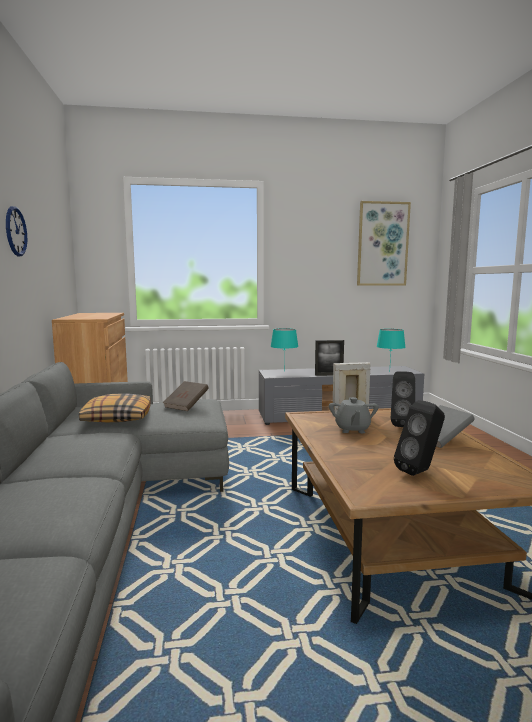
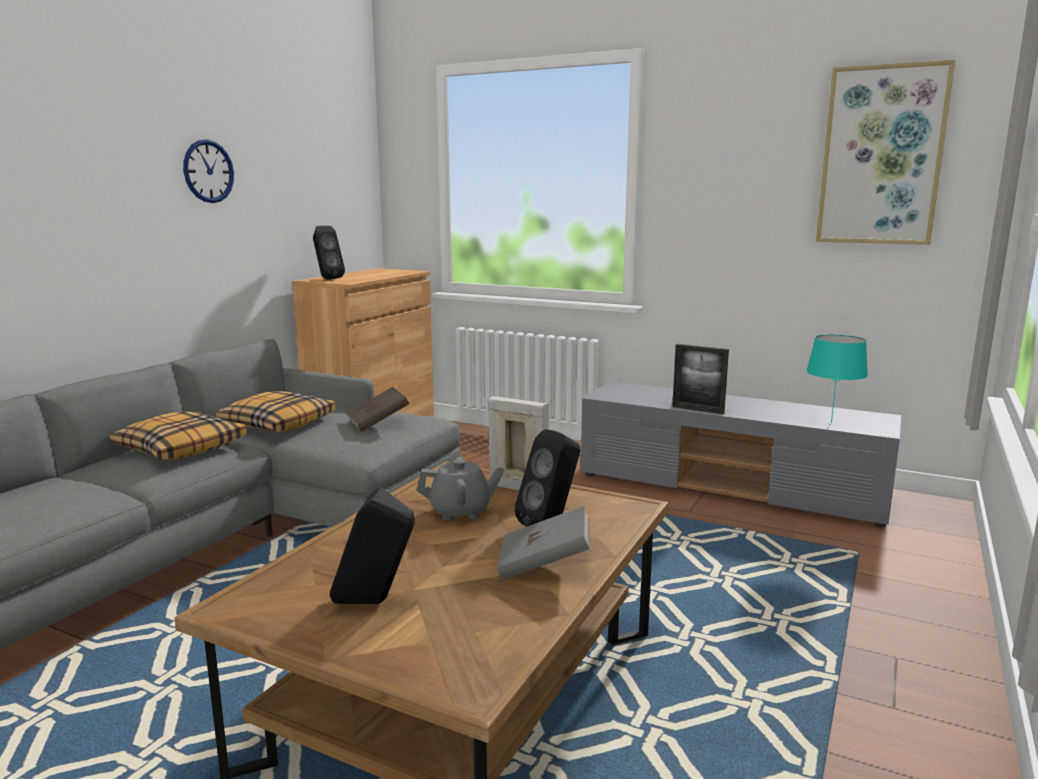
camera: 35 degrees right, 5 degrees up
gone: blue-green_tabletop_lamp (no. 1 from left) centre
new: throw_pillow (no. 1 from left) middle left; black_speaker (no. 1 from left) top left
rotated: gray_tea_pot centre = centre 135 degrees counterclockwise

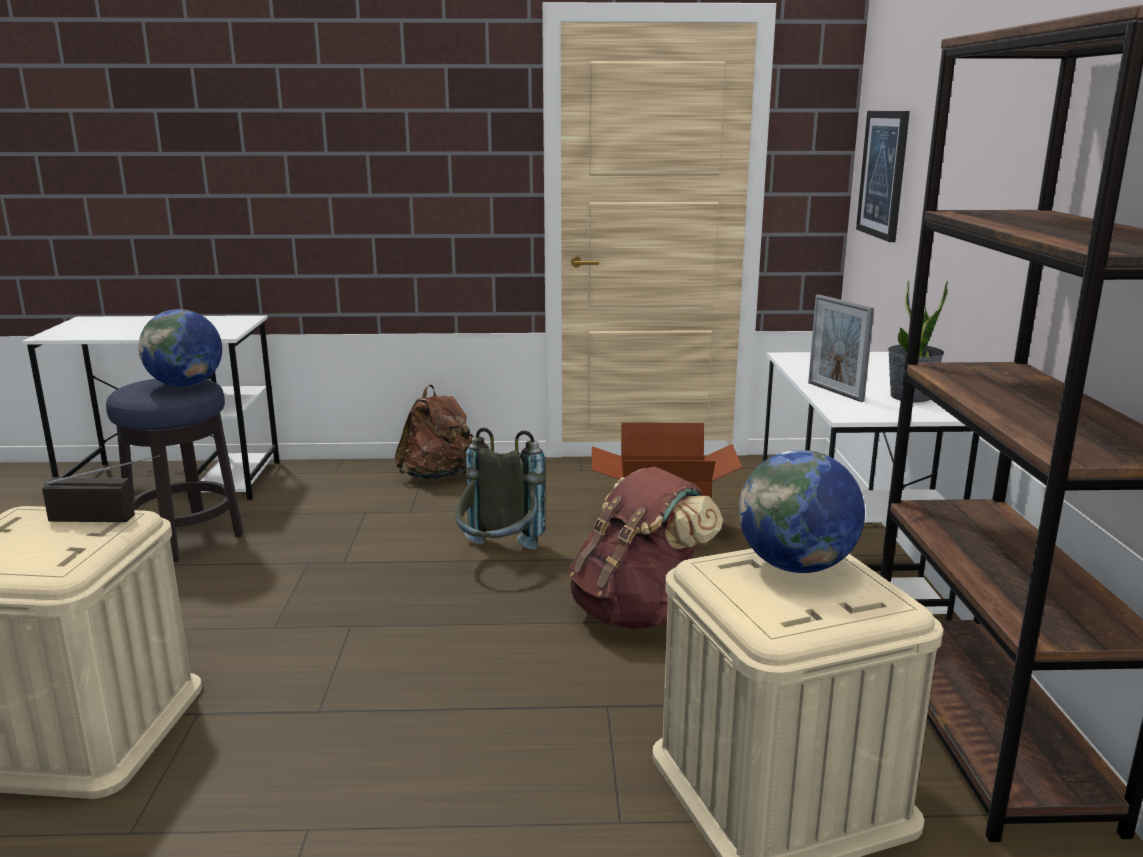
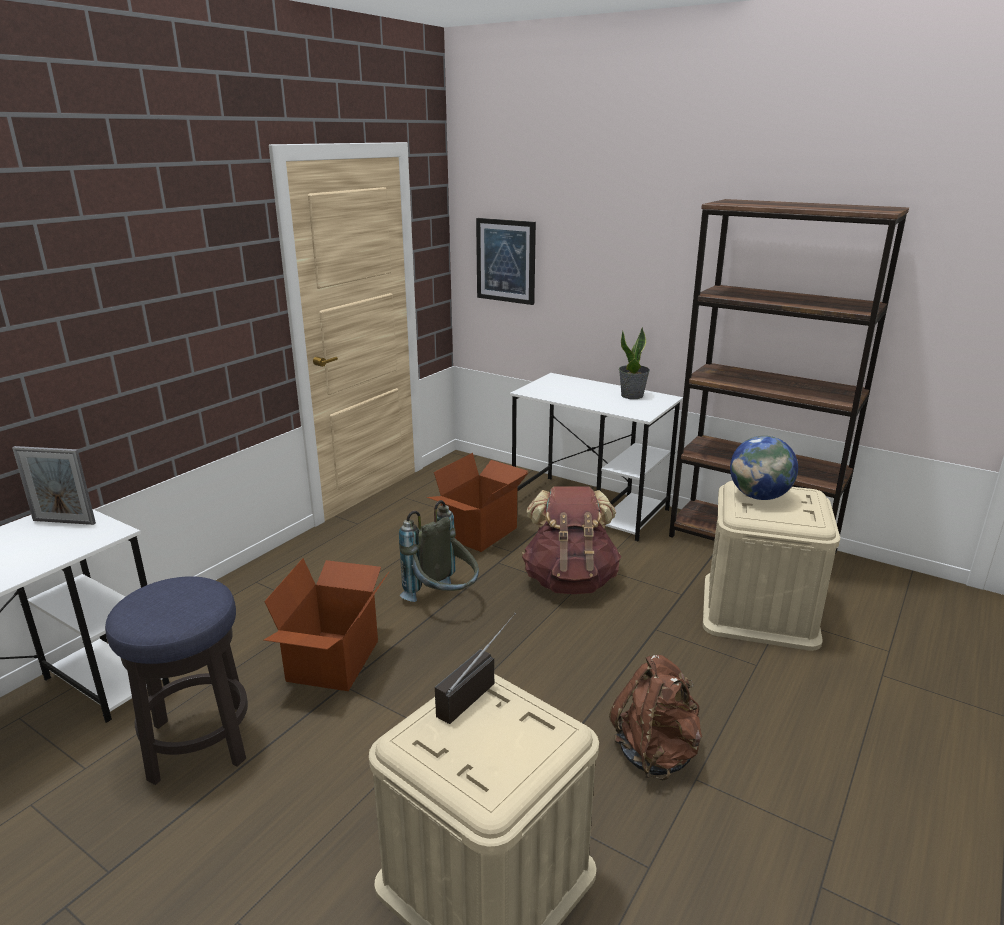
camera: 55 degrees left, 5 degrees up
gone: globe (no. 1 from left) middle left
new: carton (no. 1 from left) bottom left
shifted: brown-coloured_knapsack (no. 1 from left in the first image) centre to brown-coloured_knapsack (no. 2 from left) bottom centre; standing_frame middle right to middle left

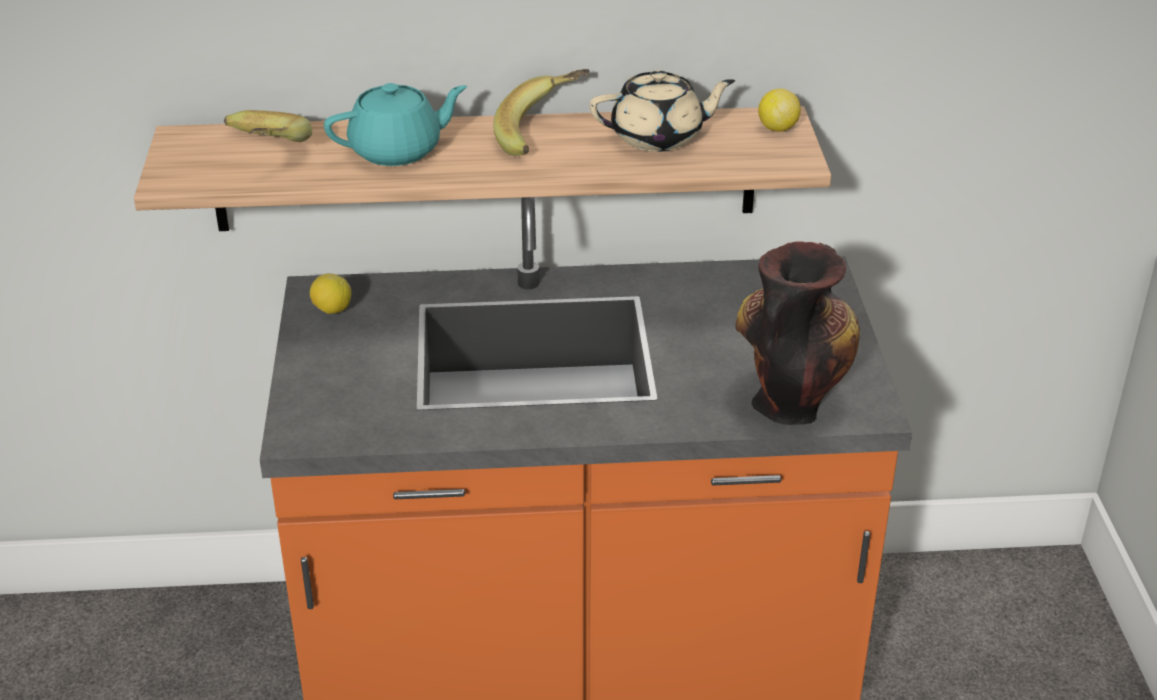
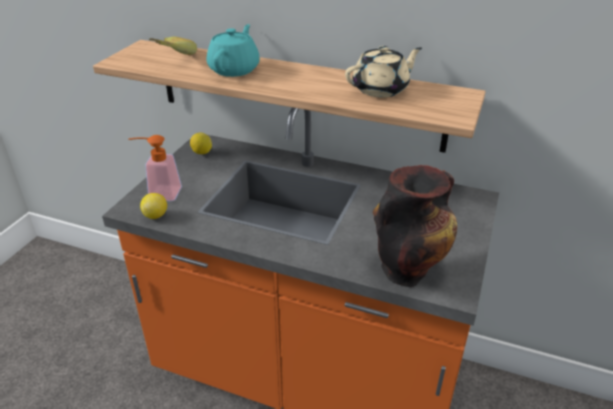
camera: 25 degrees right, 0 degrees up
gone: whole_banana (no. 2 from left) top centre
new: liquid_soap_bottle middle left
shifted: lemon (no. 2 from left in the first image) top right to lemon (no. 1 from left) middle left
rotated: blue-green_tea_pot top centre = top centre 75 degrees counterclockwise; beige-coloured_tea_pot top centre = top centre 45 degrees counterclockwise

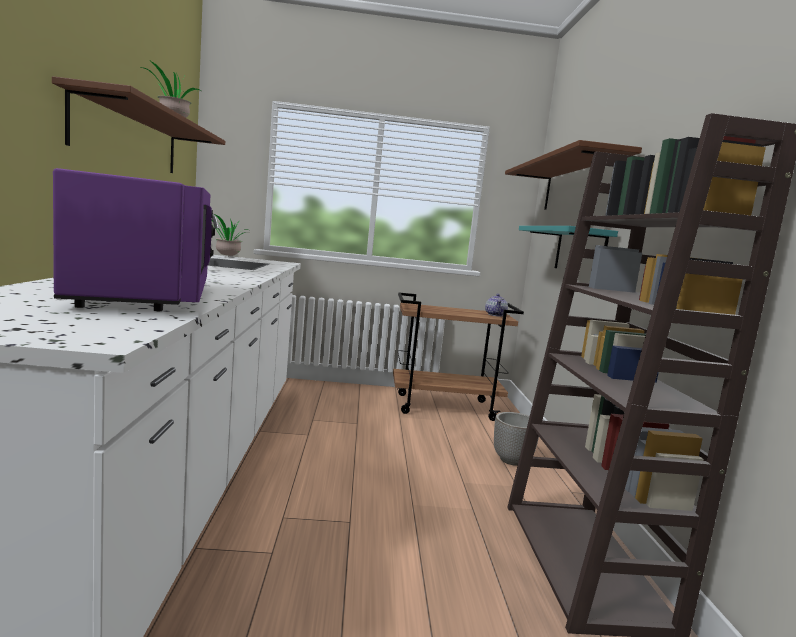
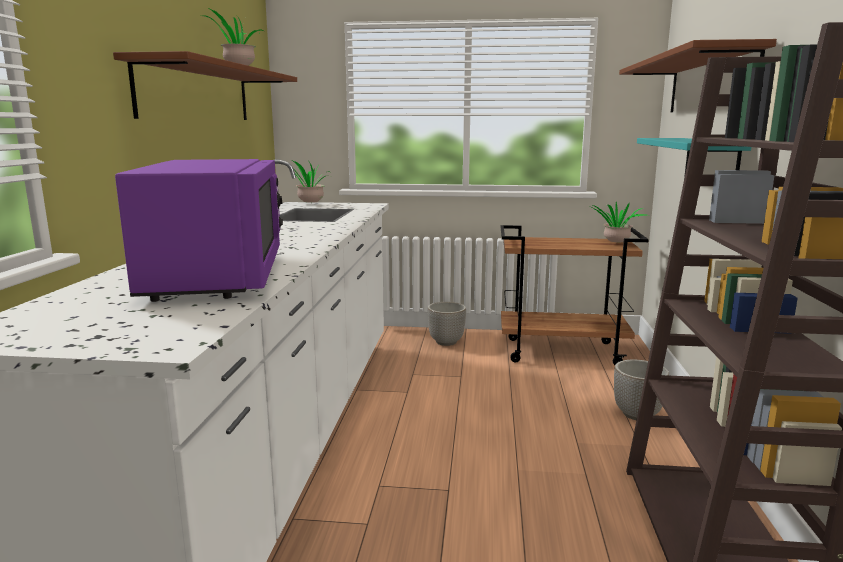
camera: 10 degrees right, 5 degrees up
new: plant_pot (no. 1 from left) centre
swapped: tea_pot centre to potted_plant (no. 3 from left) middle right

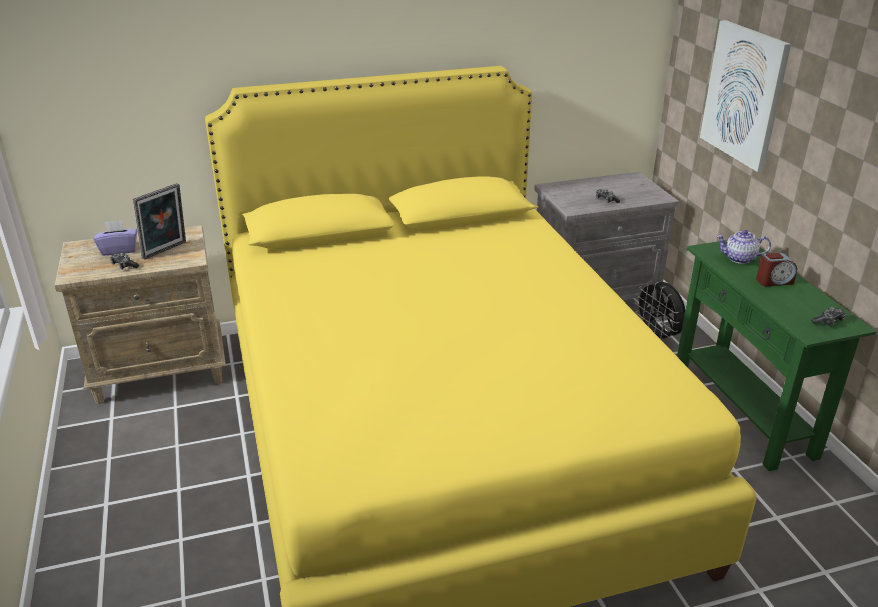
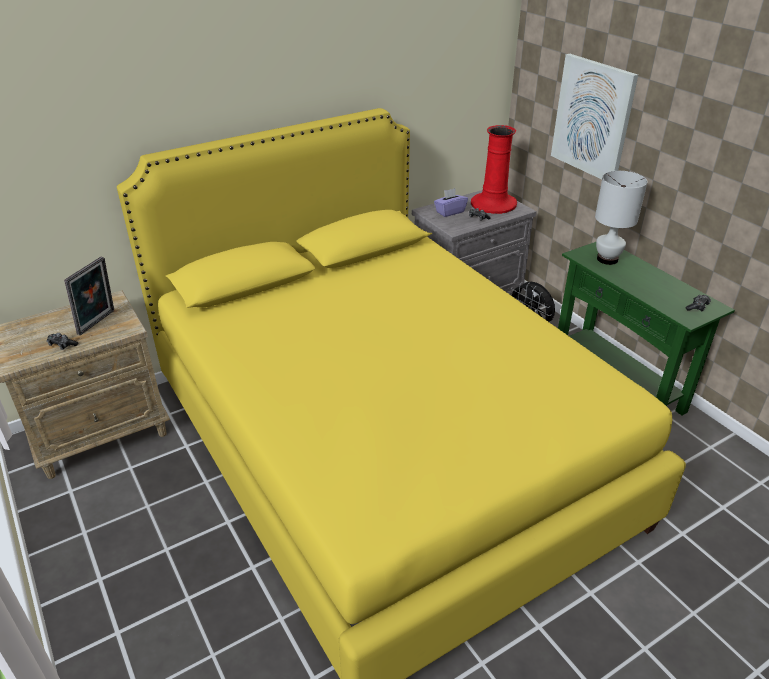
camera: 15 degrees left, 5 degrees up
gone: alarm_clock middle right
new: reddish_flower_vase top centre
shifted: purple-coloured_tissue_box middle left to top centre
swapped: tea_pot middle right to white-coloured_tabletop_lamp top right

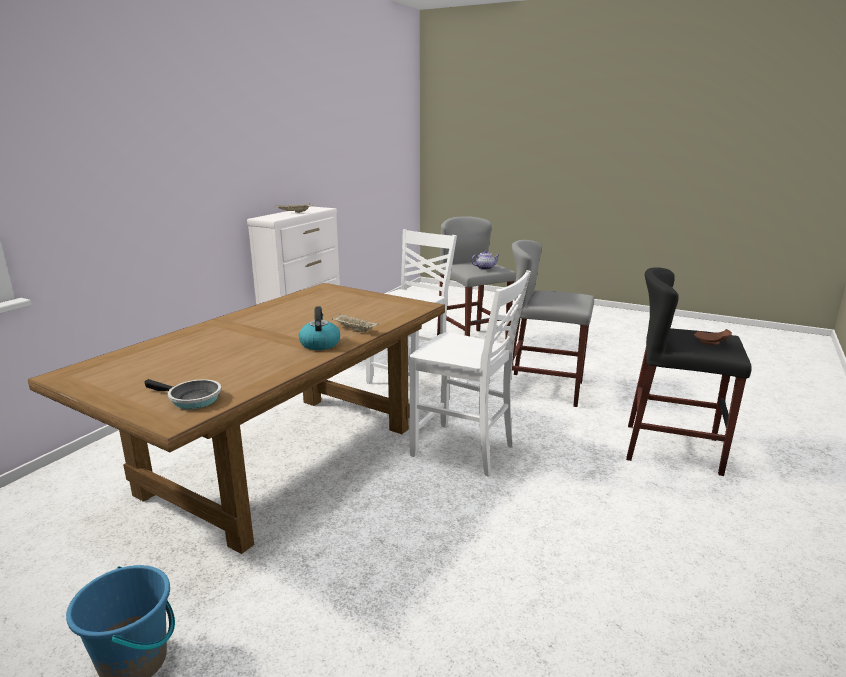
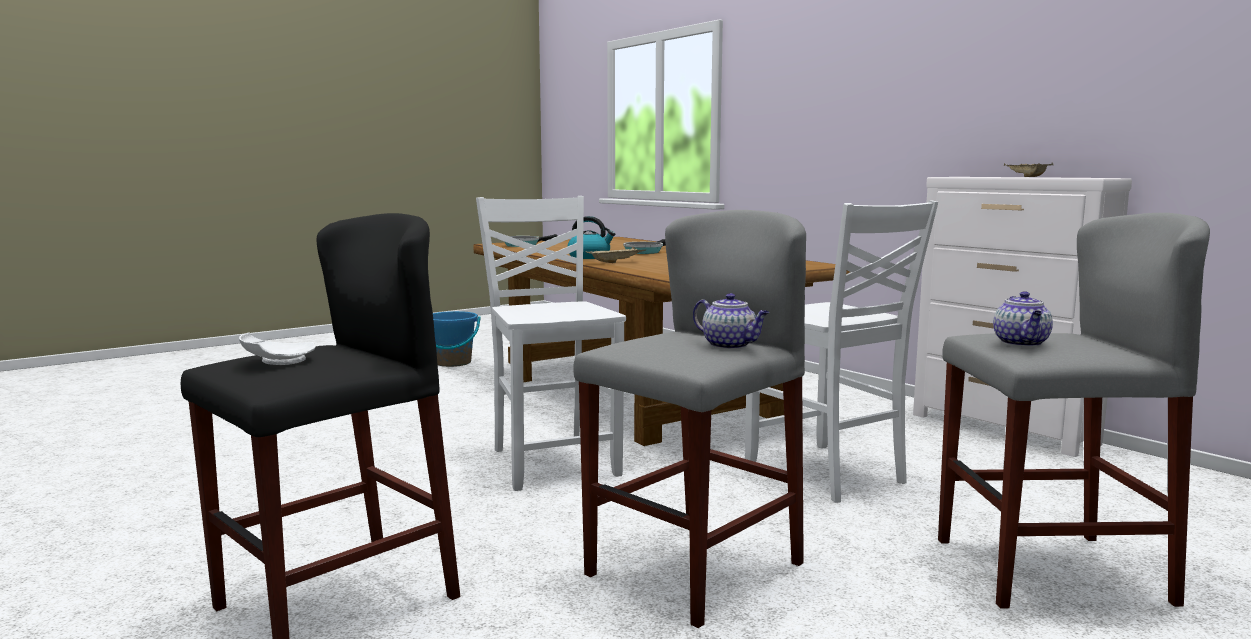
camera: 115 degrees right, 10 degrees down
new: skillet (no. 2 from left) centre; tea_pot (no. 1 from left) centre
repainted: brown-coloured_flat_dish middle right to white-coloured_flat_dish middle left
rotated: white-coloured_upright_chair (no. 2 from left in the first image) centre = centre 105 degrees clockwise

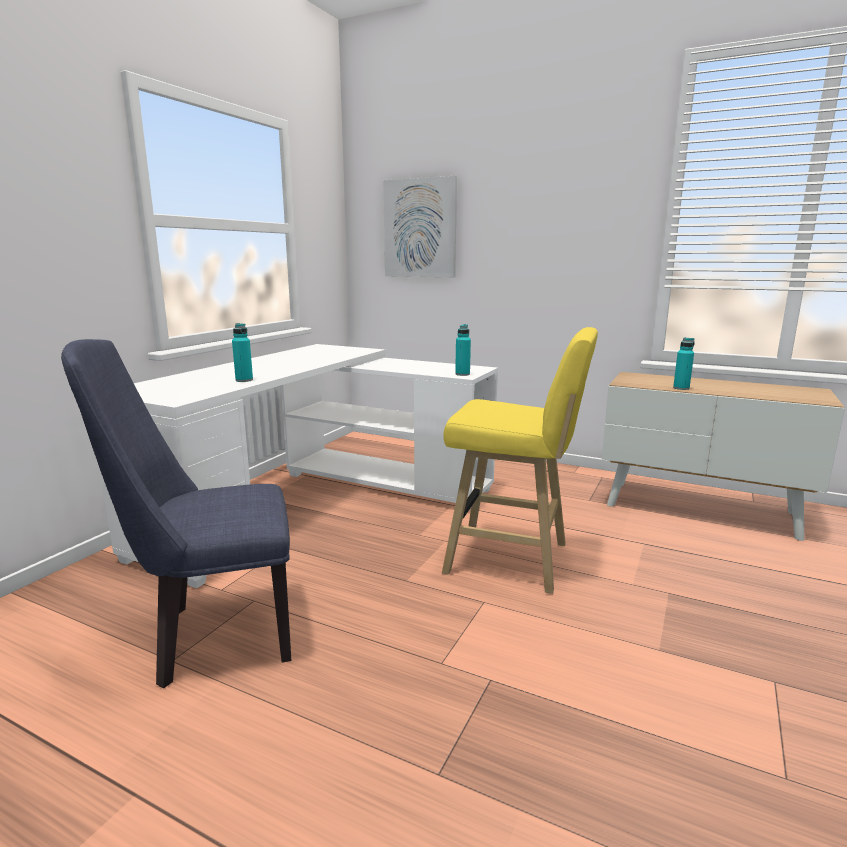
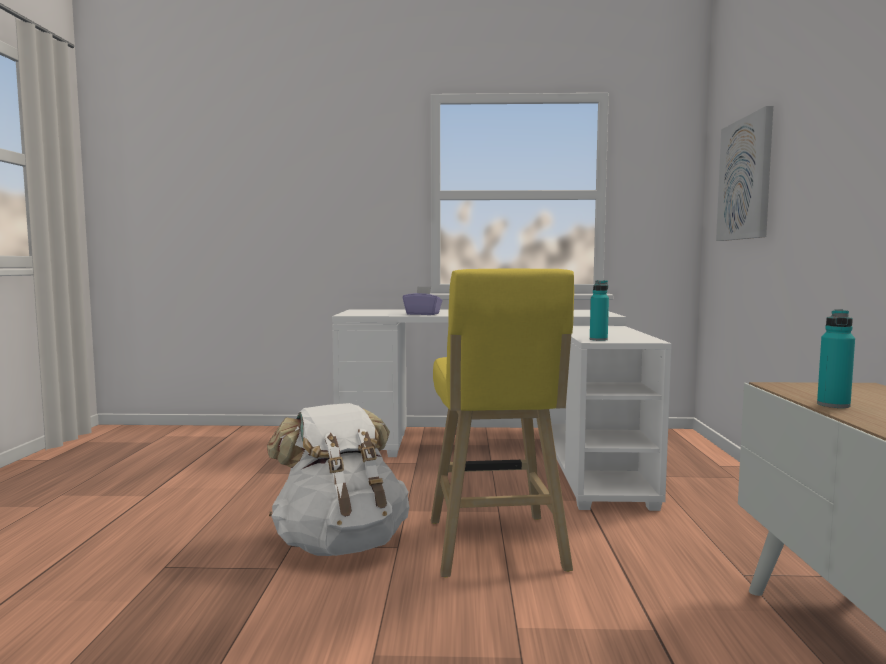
camera: 65 degrees right, 10 degrees down
gone: bluish_upright_chair middle left
new: white-coloured_knapsack bottom centre
swapped: blue-green_drink_bottle (no. 1 from left) middle left to purple-coloured_tissue_box centre

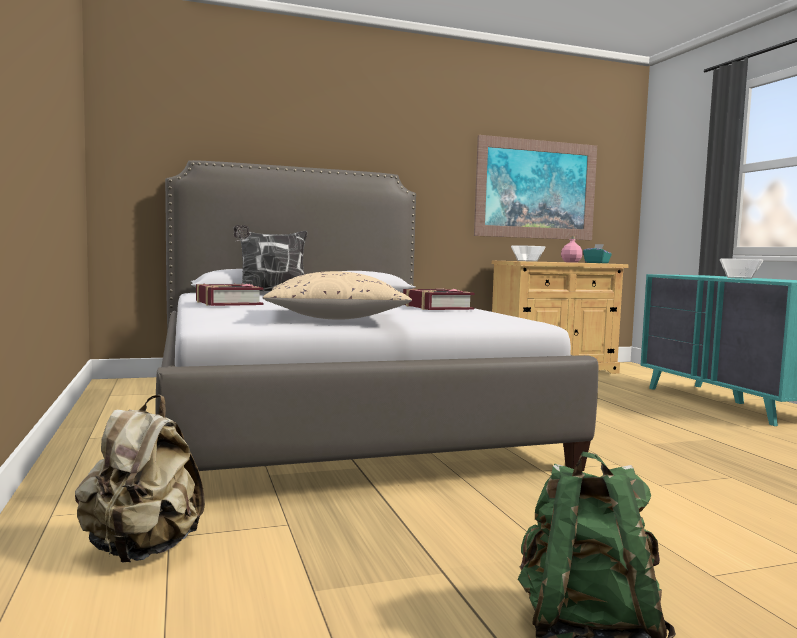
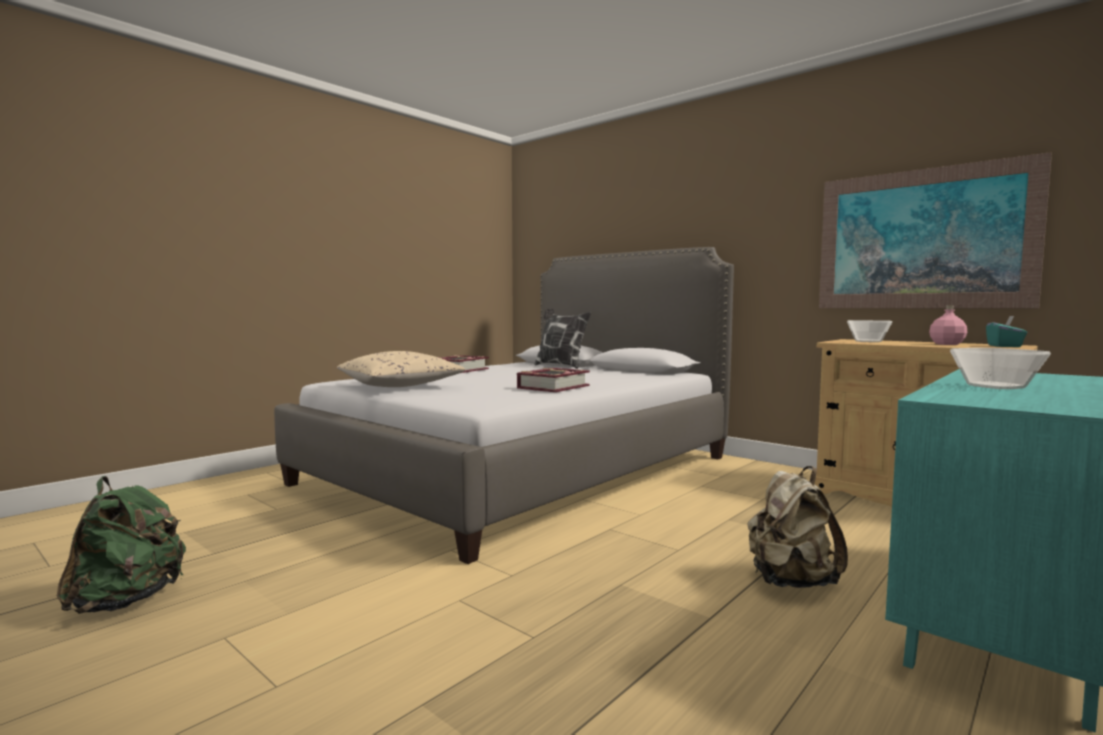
camera: 60 degrees right, 0 degrees up
shifted: beige-coloured_knapsack bottom left to bottom right

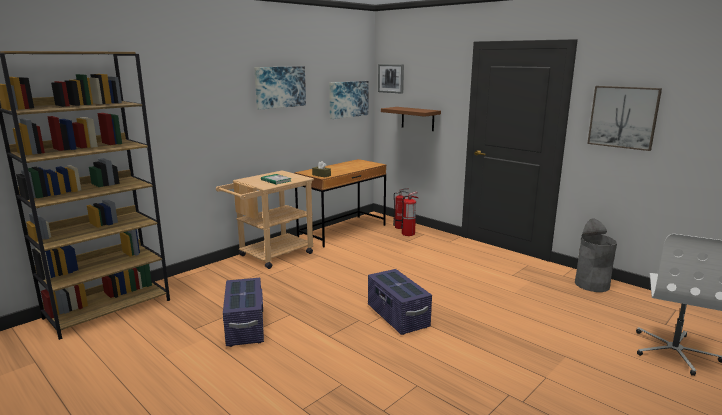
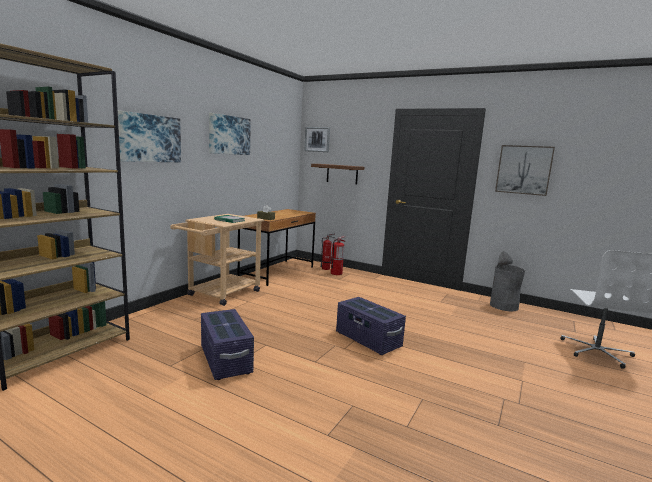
camera: 15 degrees left, 5 degrees down
shifted: wall_picture (no. 2 from left in the first image) top centre to wall_picture (no. 1 from left) top left

